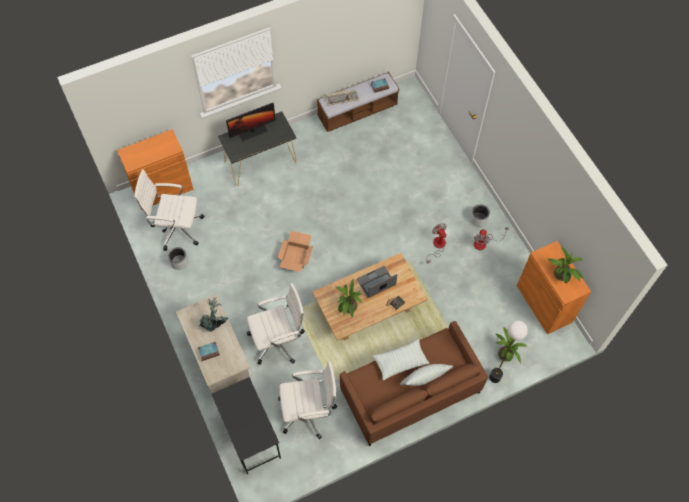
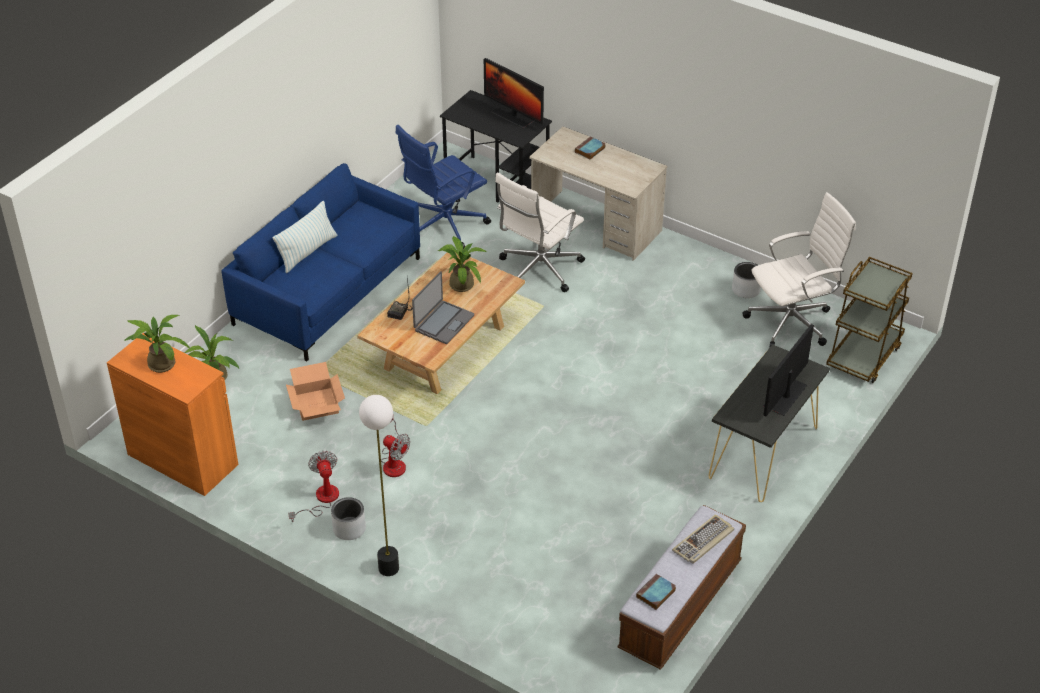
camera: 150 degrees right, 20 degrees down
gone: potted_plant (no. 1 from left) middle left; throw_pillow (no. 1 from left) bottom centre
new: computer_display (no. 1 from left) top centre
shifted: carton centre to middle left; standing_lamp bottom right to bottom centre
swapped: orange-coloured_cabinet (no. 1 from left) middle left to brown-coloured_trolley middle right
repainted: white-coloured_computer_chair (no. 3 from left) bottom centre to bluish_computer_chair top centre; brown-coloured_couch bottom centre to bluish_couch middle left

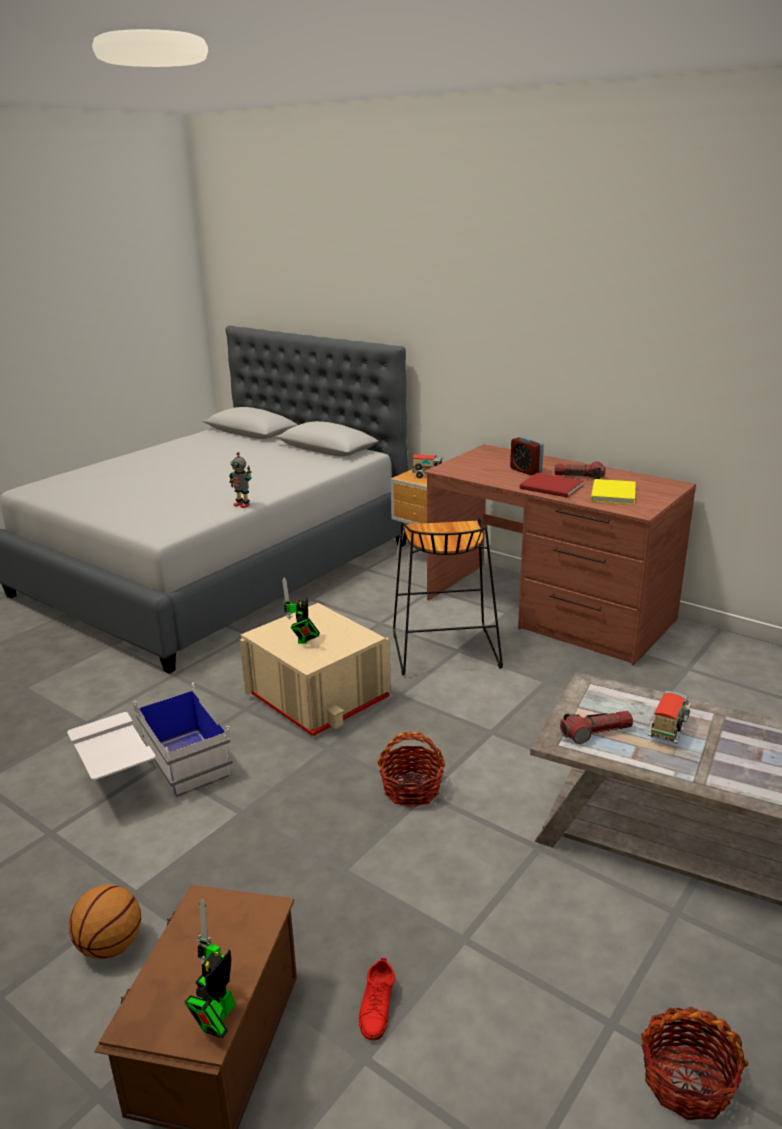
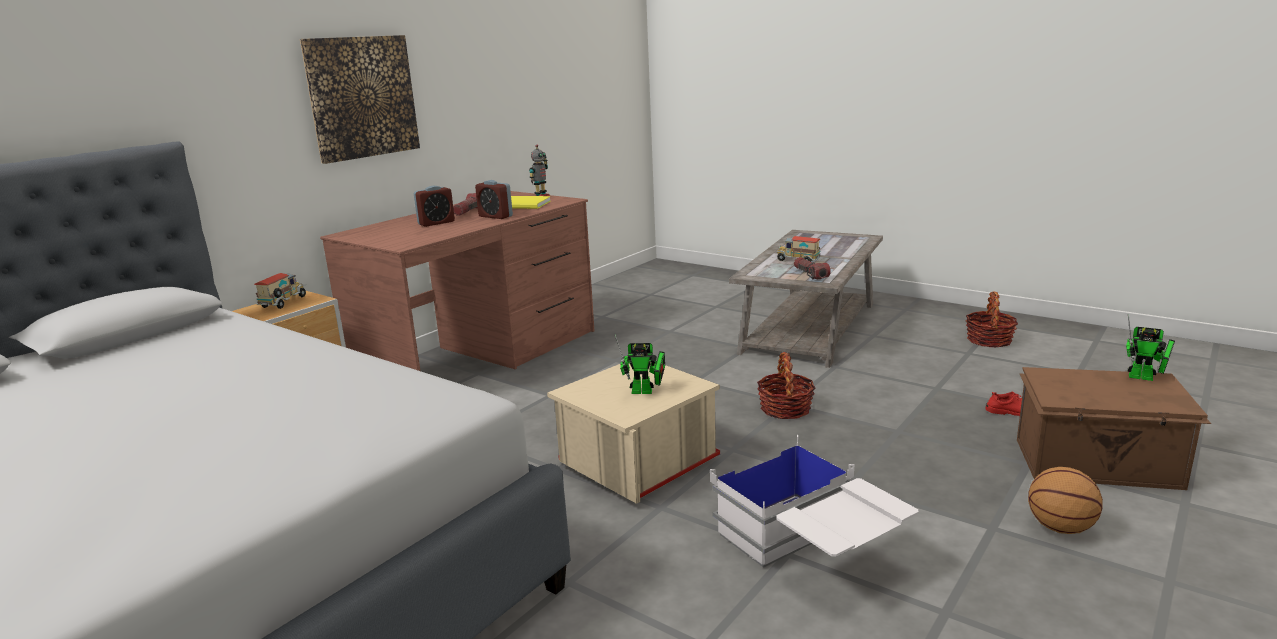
camera: 90 degrees left, 5 degrees down
gone: black_sitting_stool centre
new: wall_picture top left
shifted: toy_robot (no. 2 from left in the first image) middle left to toy_robot (no. 1 from left) top centre
swapped: reddish_bound_book middle right to alarm_clock (no. 2 from left) top centre

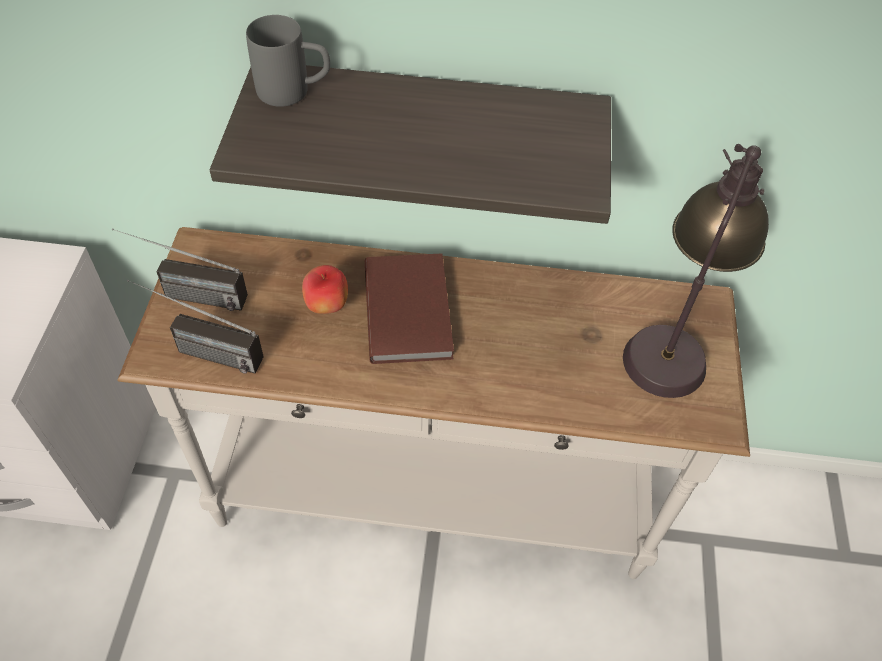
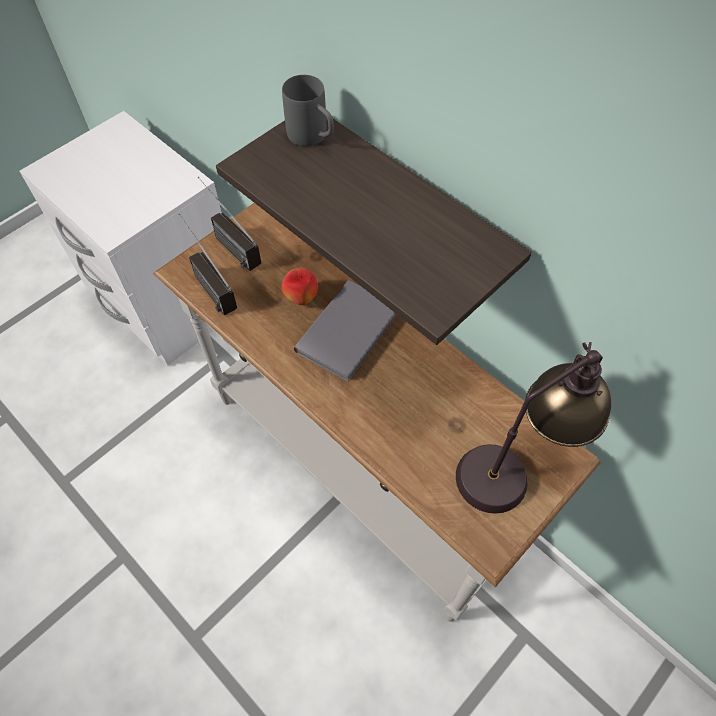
camera: 40 degrees right, 5 degrees up
repainted: brown-coloured_bound_book centre to gray_bound_book centre

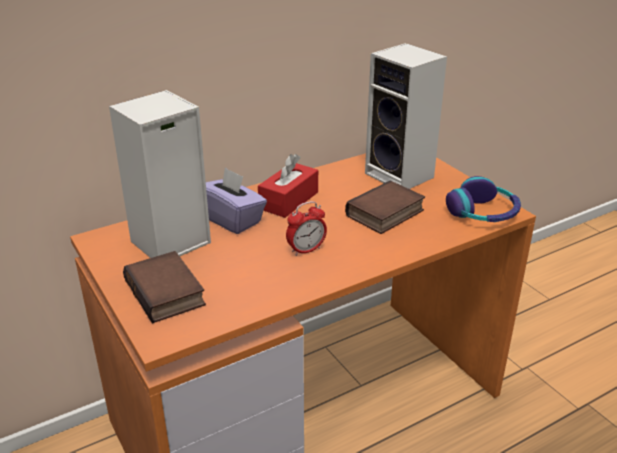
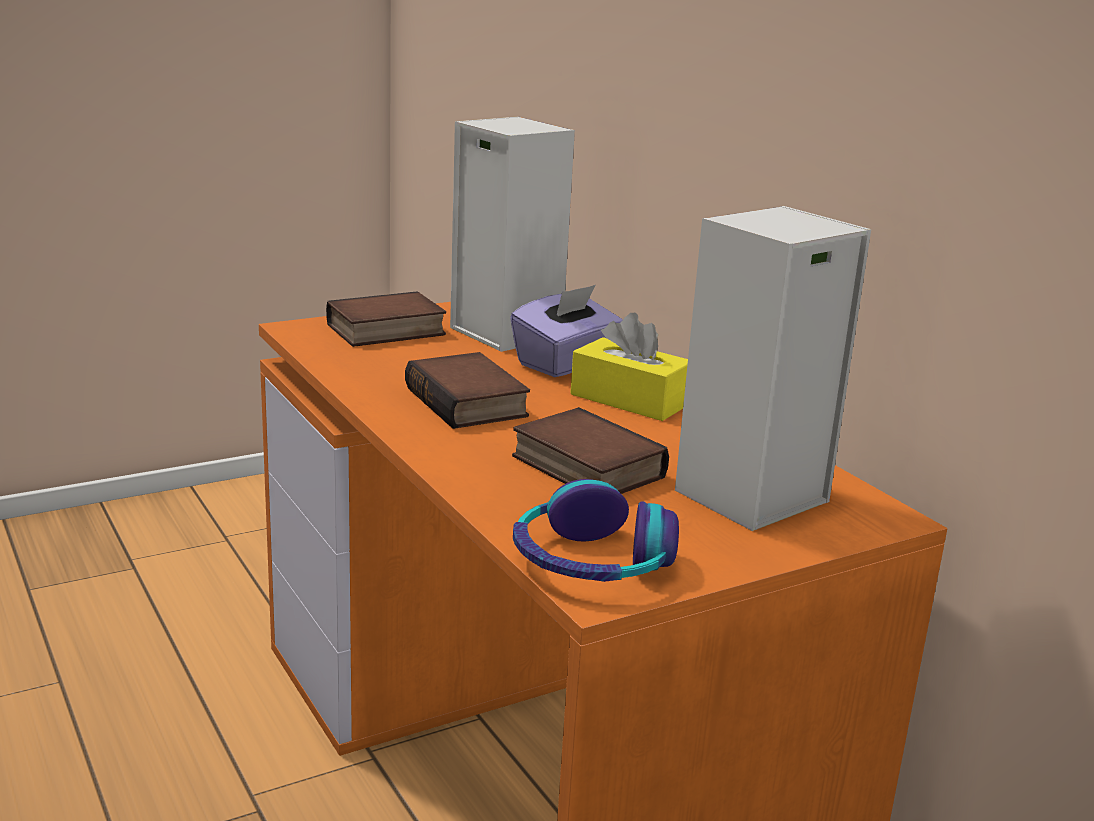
camera: 90 degrees right, 10 degrees down
swapped: alarm_clock centre to bound_book (no. 2 from left) centre
repainted: reddish_tissue_box centre to yellowish_tissue_box centre

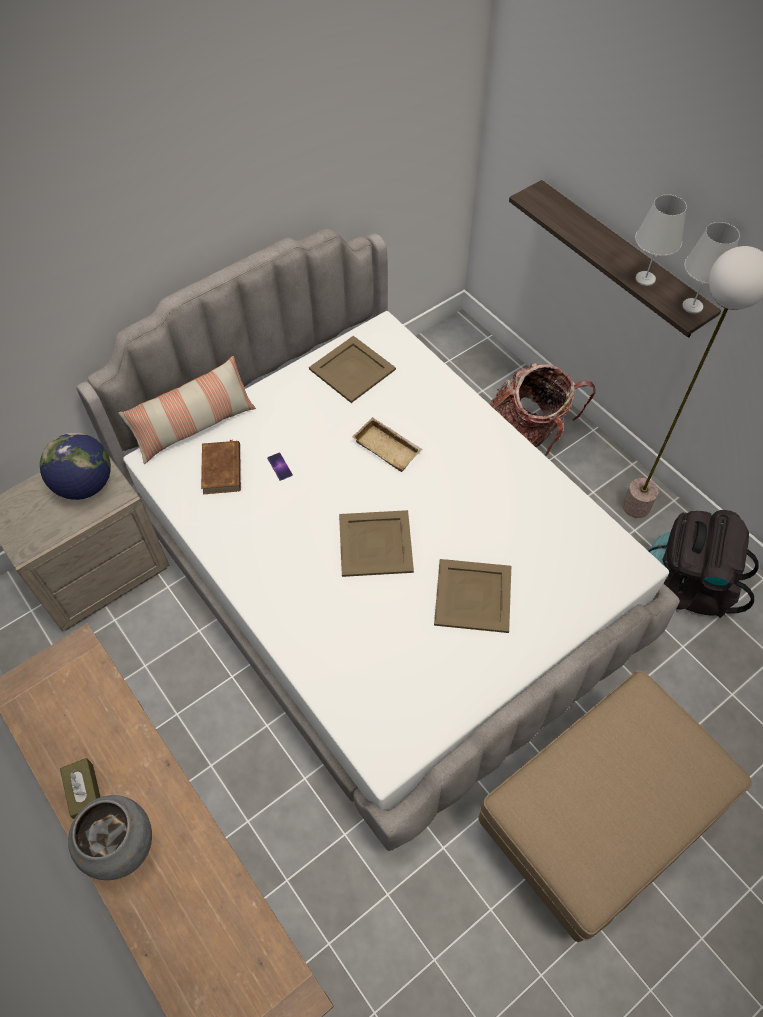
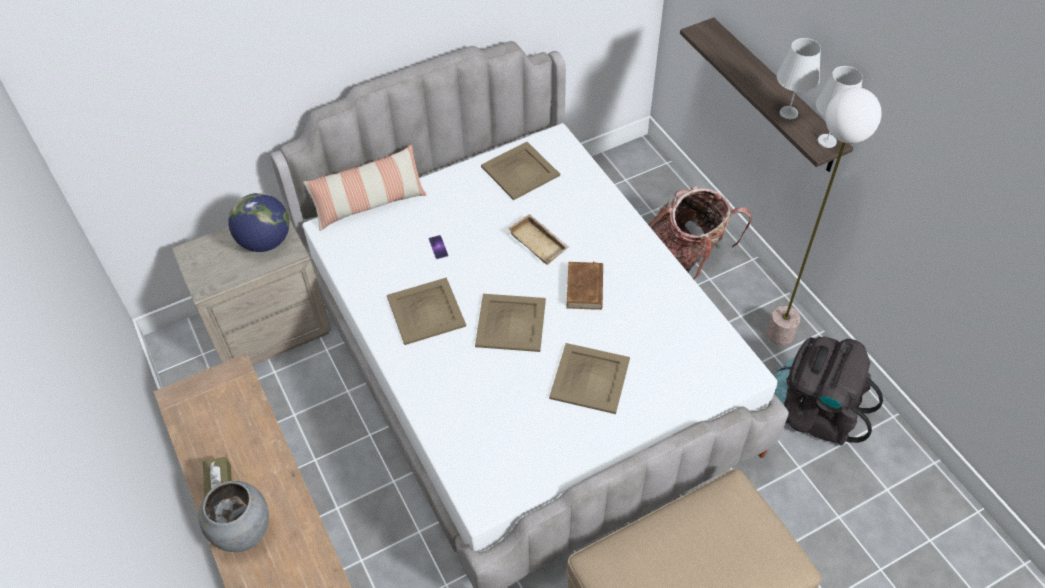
camera: 10 degrees right, 5 degrees down
new: beige-coloured_carrying_tray (no. 1 from left) centre
shifted: brown-coloured_bound_book middle left to centre

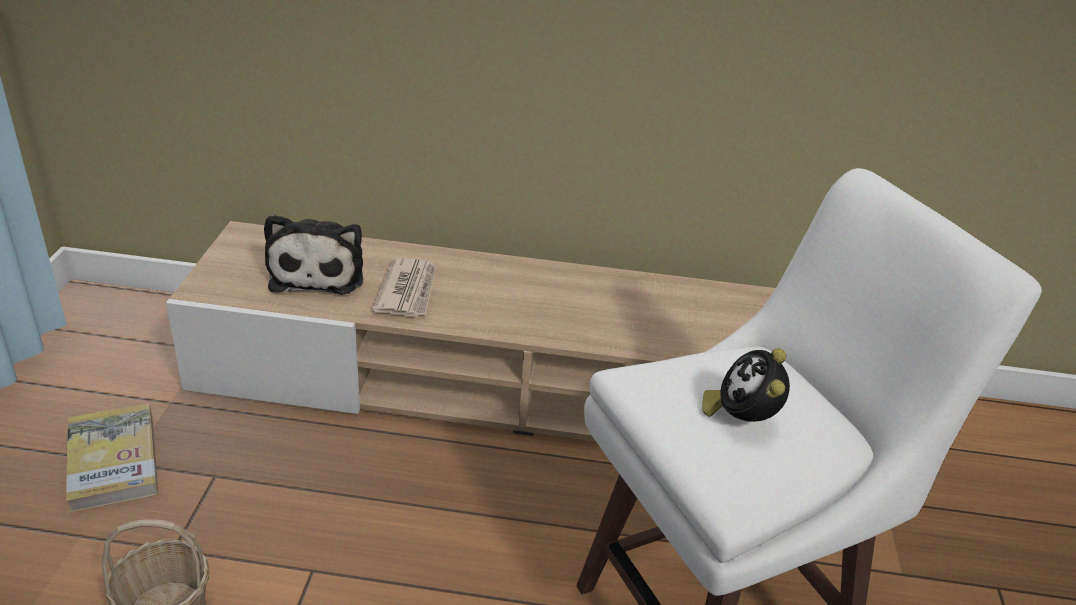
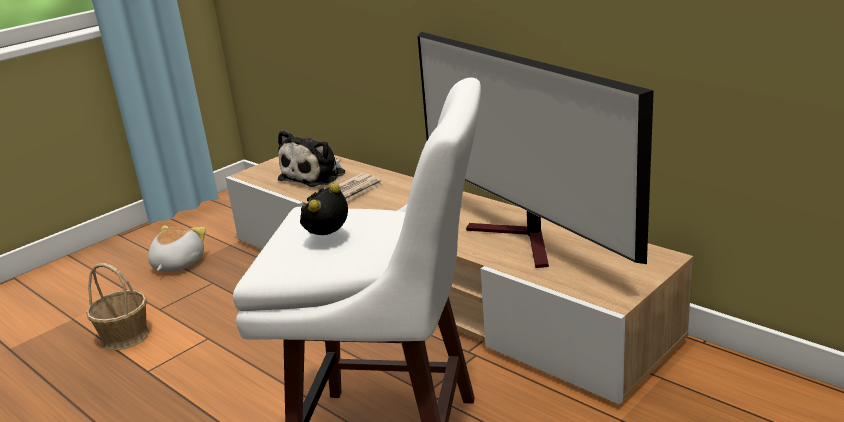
camera: 40 degrees right, 10 degrees down
new: TV_set centre
swapped: bound_book bottom left to soft_toy (no. 1 from left) middle left

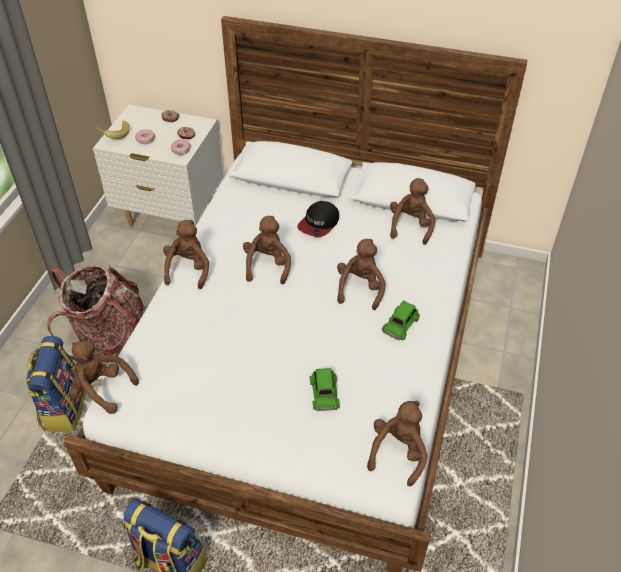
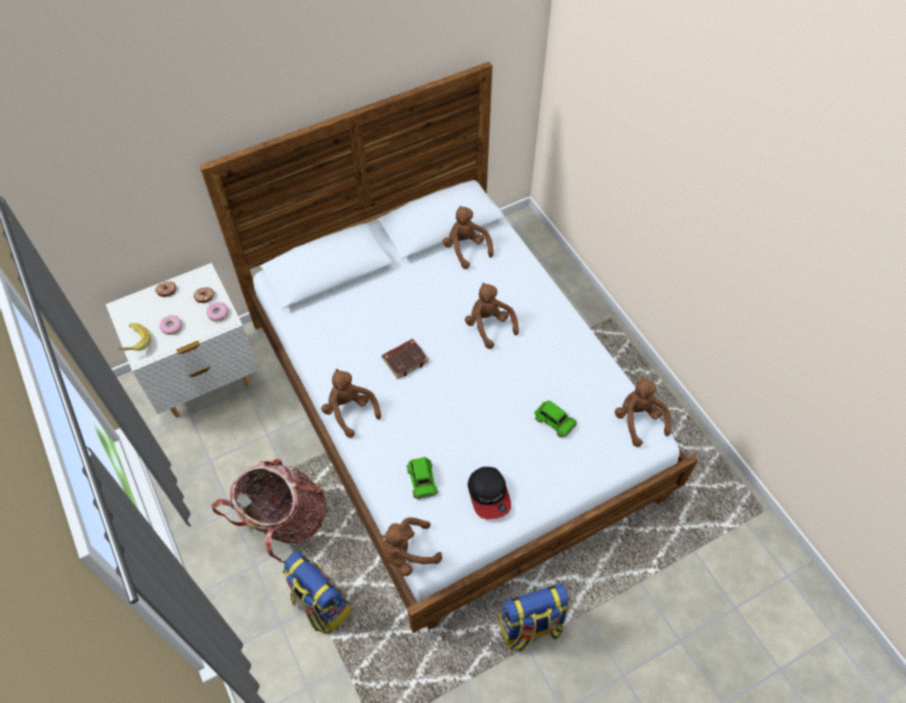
camera: 45 degrees left, 10 degrees up
shifted: cap centre to bottom centre; green_toy_car (no. 2 from left in the first image) centre to green_toy_car (no. 1 from left) bottom centre
swapped: brown-coloured_soft_toy (no. 3 from left) centre to brown-coloured_bound_book centre

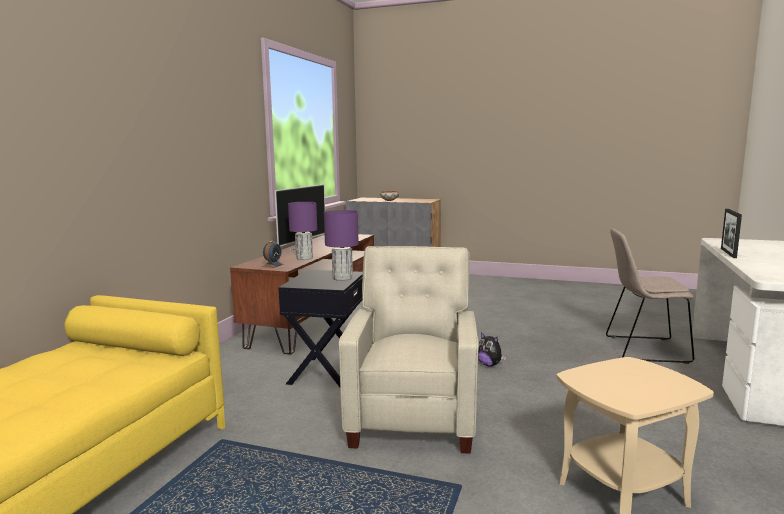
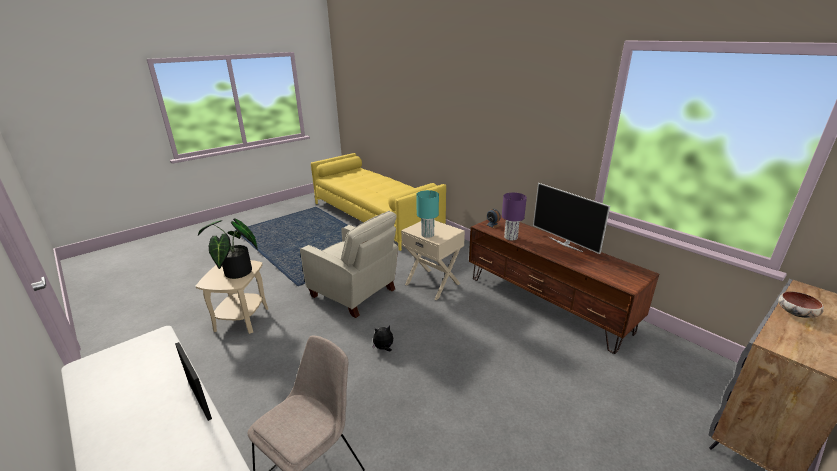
camera: 120 degrees right, 15 degrees up
new: potted_plant middle left
repainted: black_side_table centre to beige-coloured_side_table (no. 2 from left) centre; purple-coloured_tabletop_lamp (no. 2 from left) centre to blue-green_tabletop_lamp centre

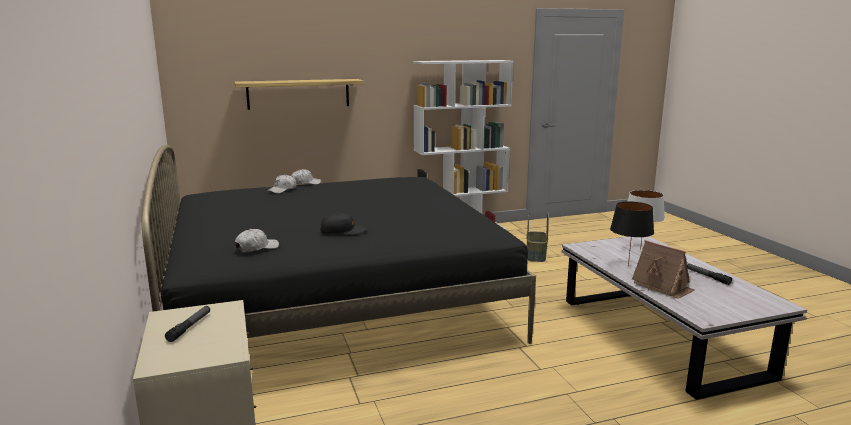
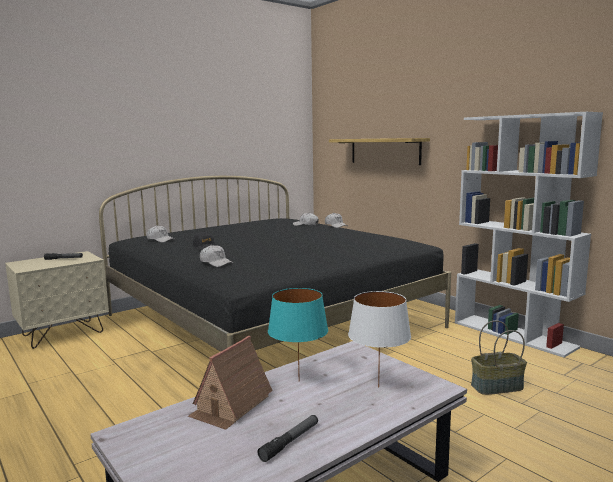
camera: 70 degrees right, 5 degrees down
new: white-coloured_cap (no. 2 from left) centre
repainted: black_tabletop_lamp middle right to blue-green_tabletop_lamp bottom centre

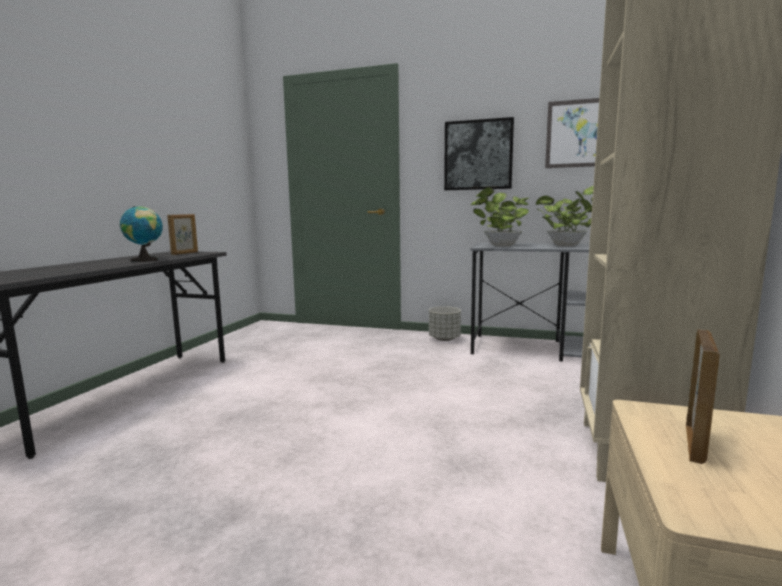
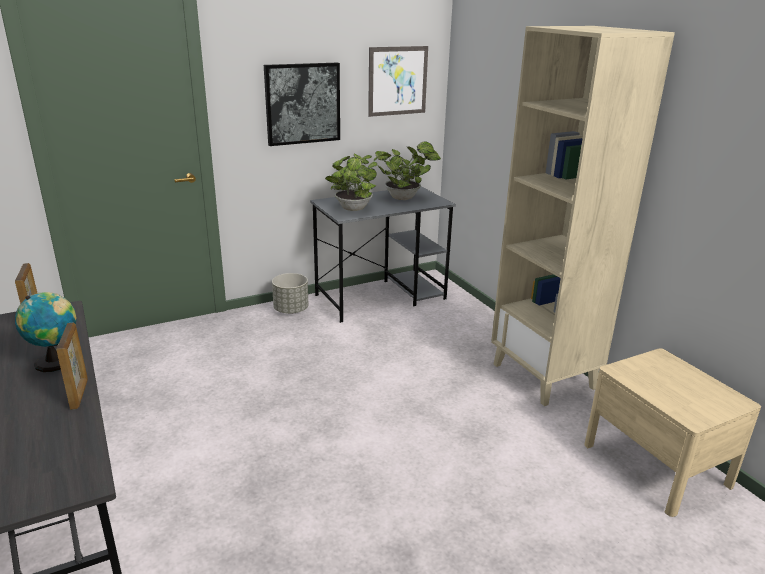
camera: 45 degrees left, 15 degrees up
shifted: standing_frame (no. 2 from left) bottom right to middle left

